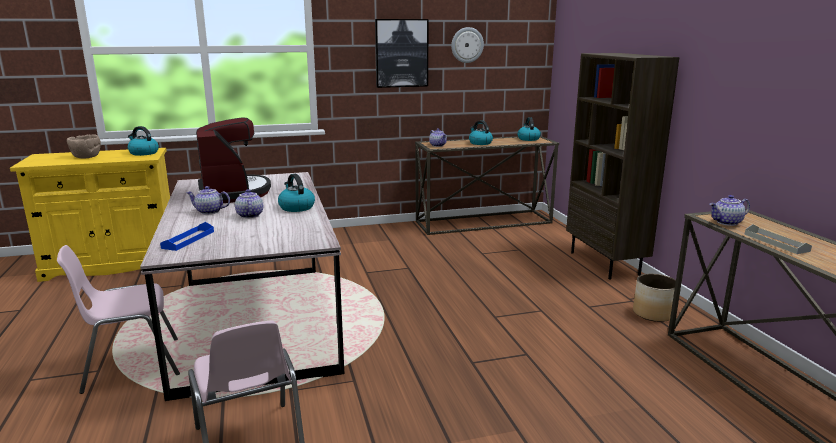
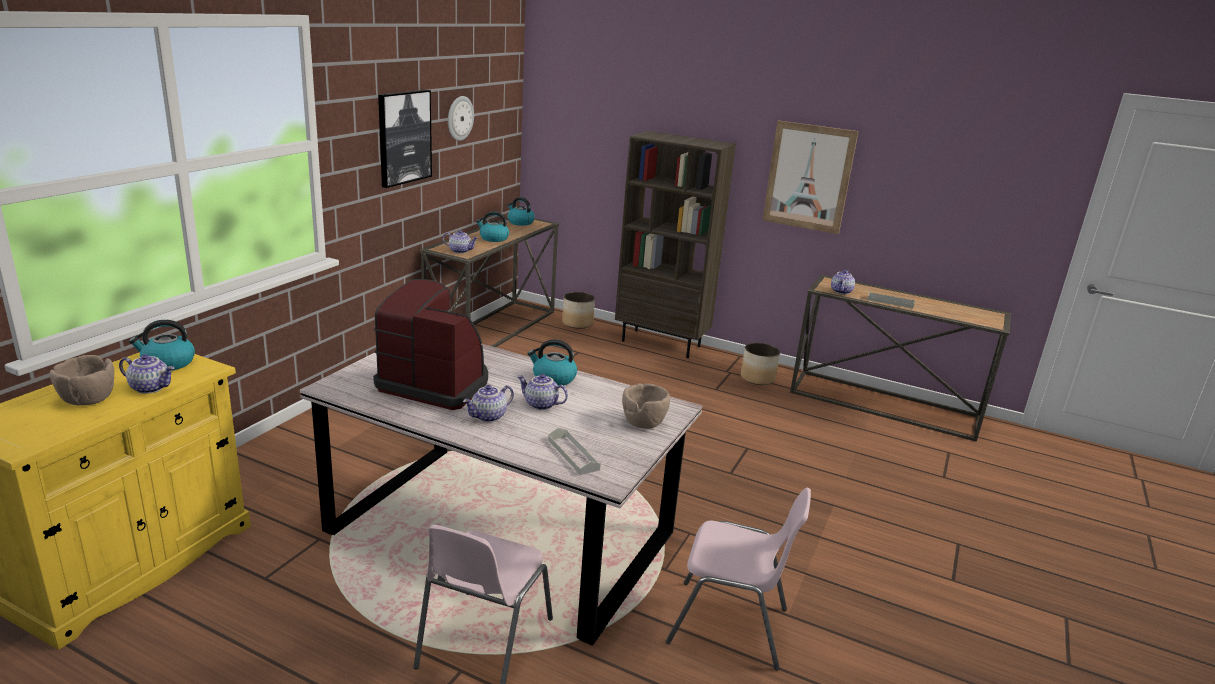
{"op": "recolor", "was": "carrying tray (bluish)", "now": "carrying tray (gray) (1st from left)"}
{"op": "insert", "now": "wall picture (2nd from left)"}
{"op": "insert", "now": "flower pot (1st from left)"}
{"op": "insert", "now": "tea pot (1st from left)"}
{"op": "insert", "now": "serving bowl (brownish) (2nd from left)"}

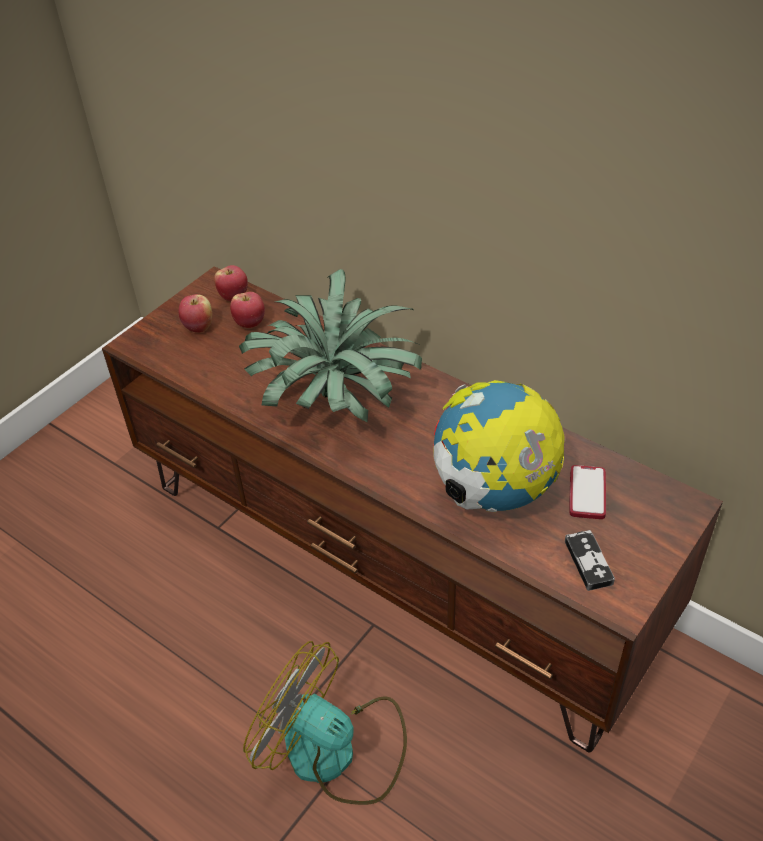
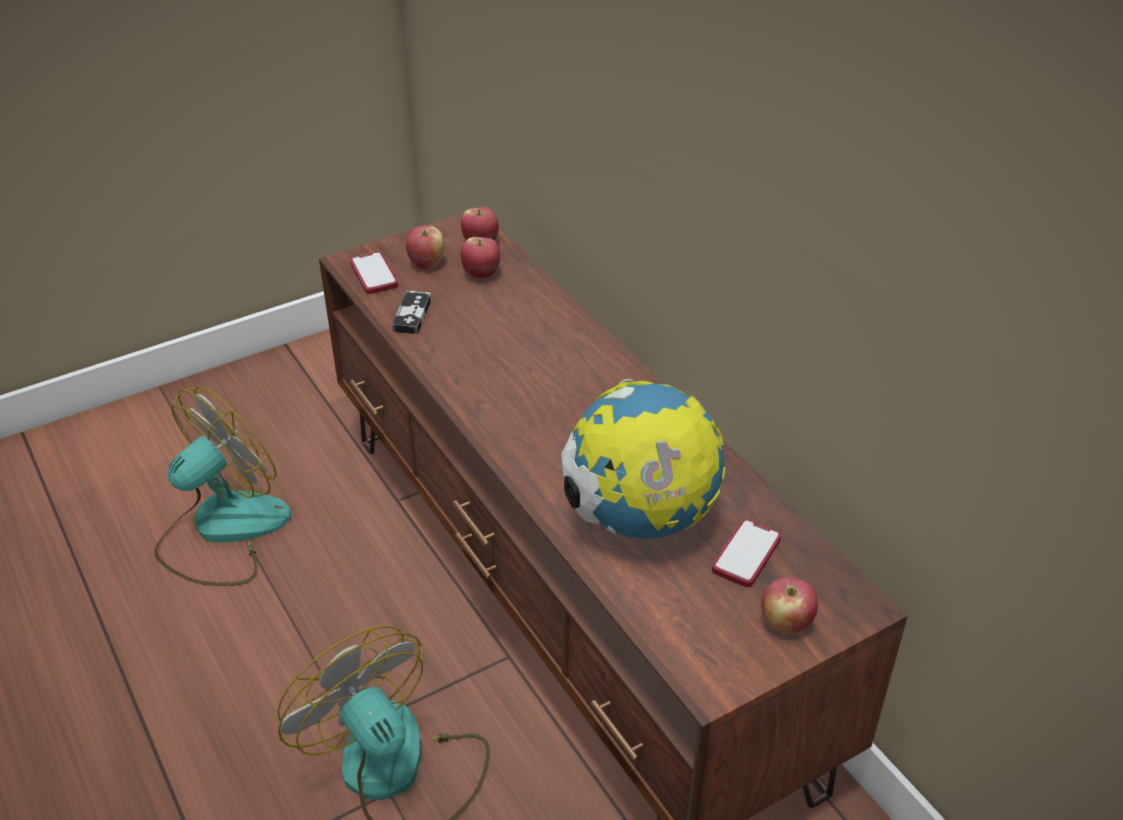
{"op": "delete", "was": "houseplant"}
{"op": "move", "was": "game controller"}
{"op": "insert", "now": "telephone (1st from left)"}
{"op": "insert", "now": "electric fan (1st from left)"}
{"op": "insert", "now": "apple (4th from left)"}

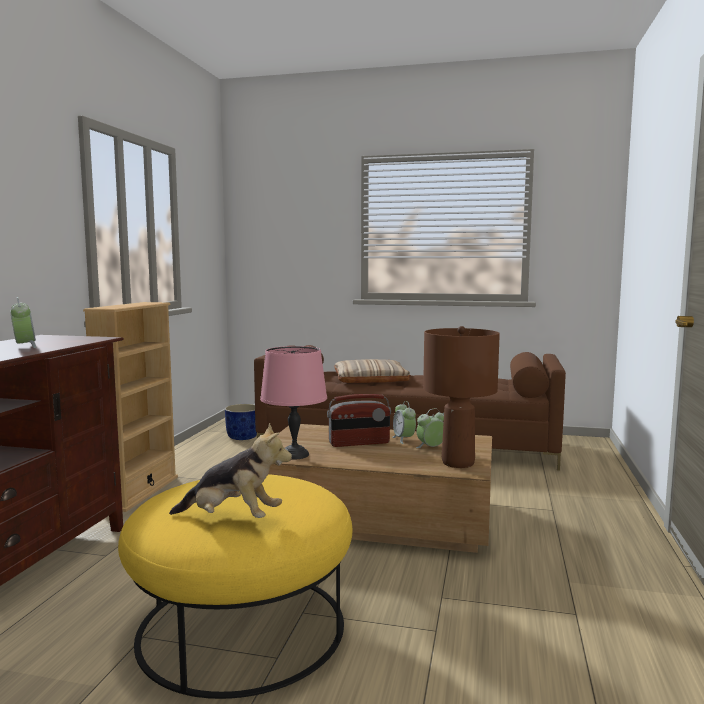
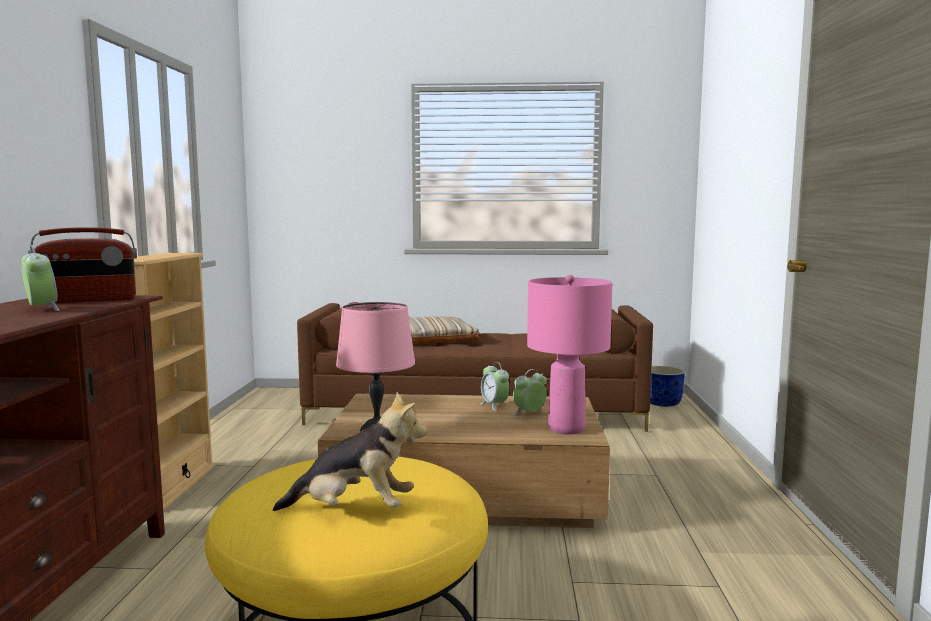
{"op": "recolor", "was": "tabletop lamp (brownish)", "now": "tabletop lamp (pink-coloured) (2nd from left)"}
{"op": "move", "was": "radio receiver"}
{"op": "move", "was": "flower pot (bluish)"}

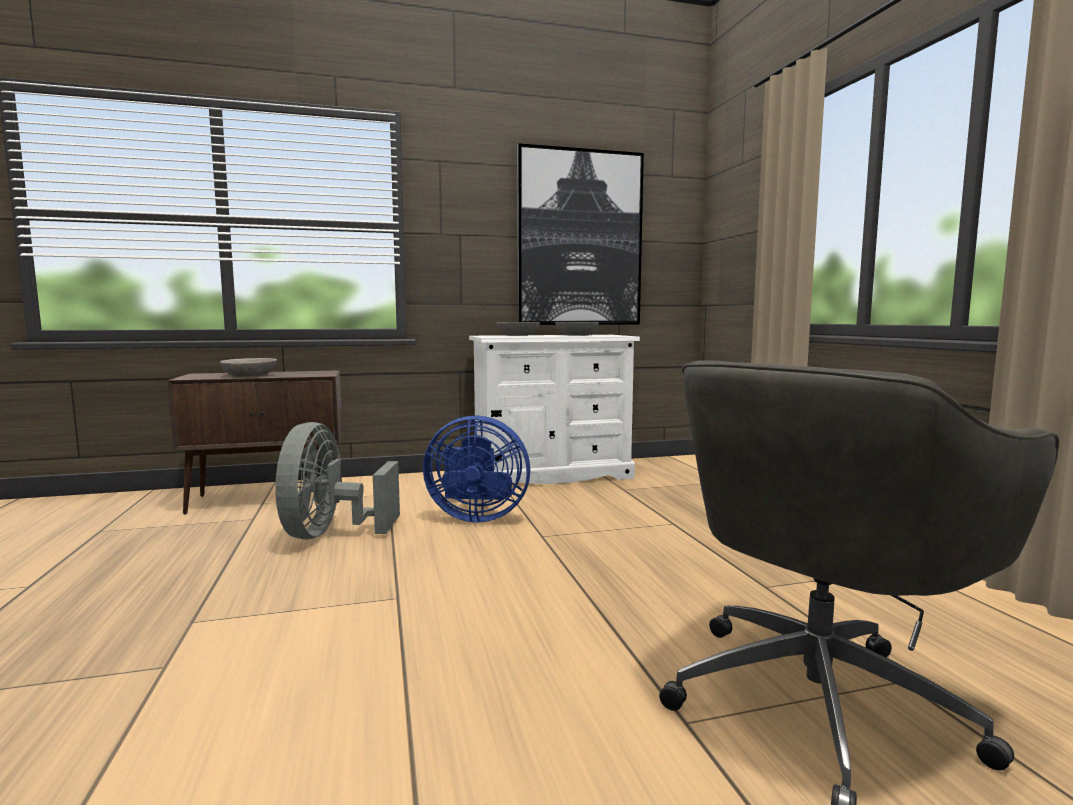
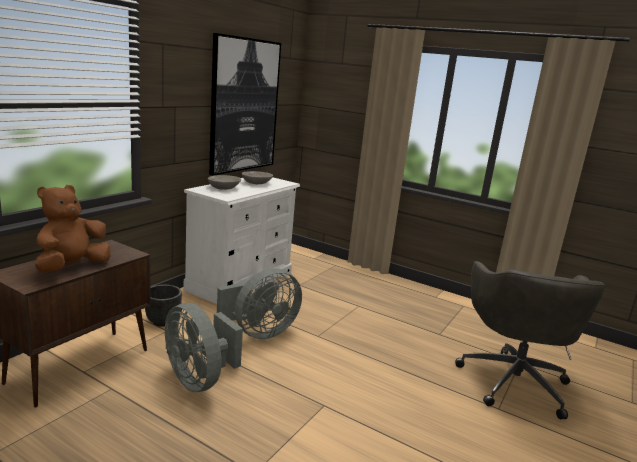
{"op": "replace", "was": "serving bowl (gray) (1st from left)", "now": "cuddly toy (brownish)"}
{"op": "recolor", "was": "electric fan (bluish)", "now": "electric fan (gray) (2nd from left)"}
{"op": "insert", "now": "flower pot (blackish)"}

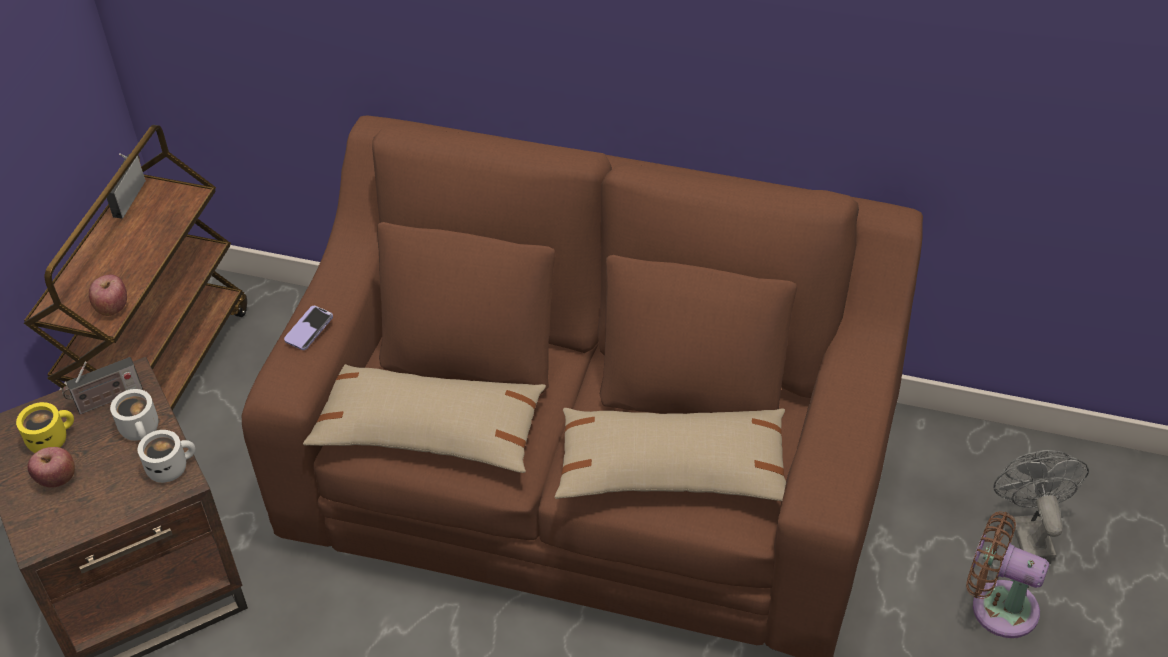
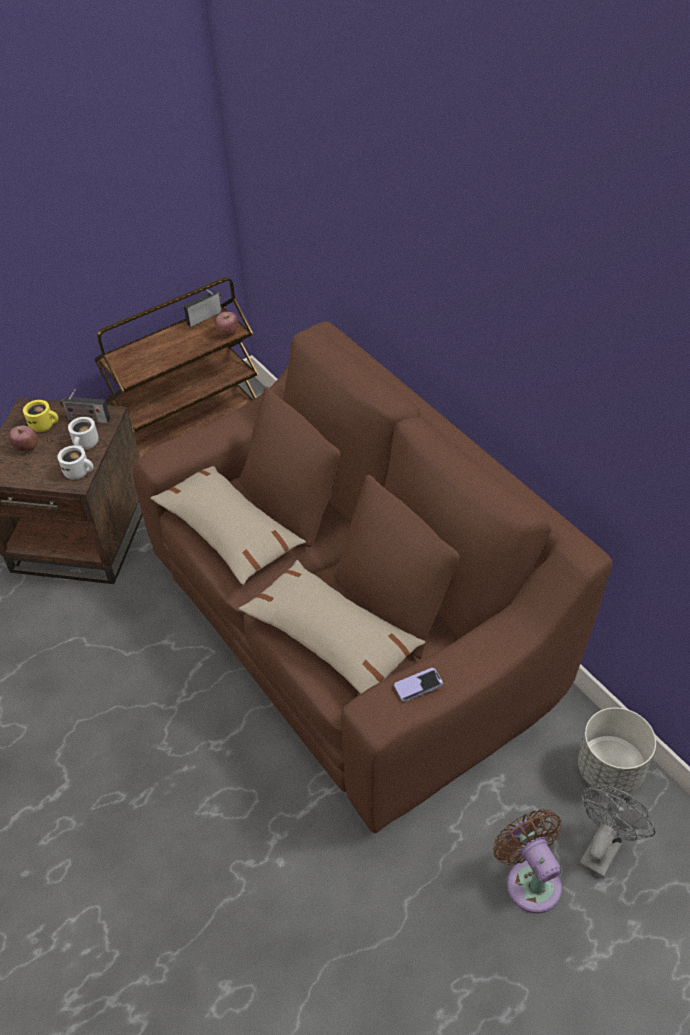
{"op": "move", "was": "apple (2nd from left)"}
{"op": "move", "was": "telephone"}
{"op": "insert", "now": "flower pot (gray)"}

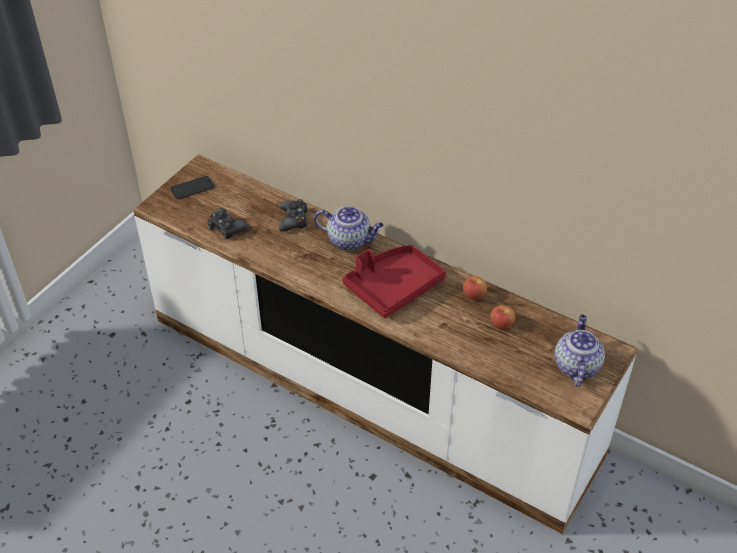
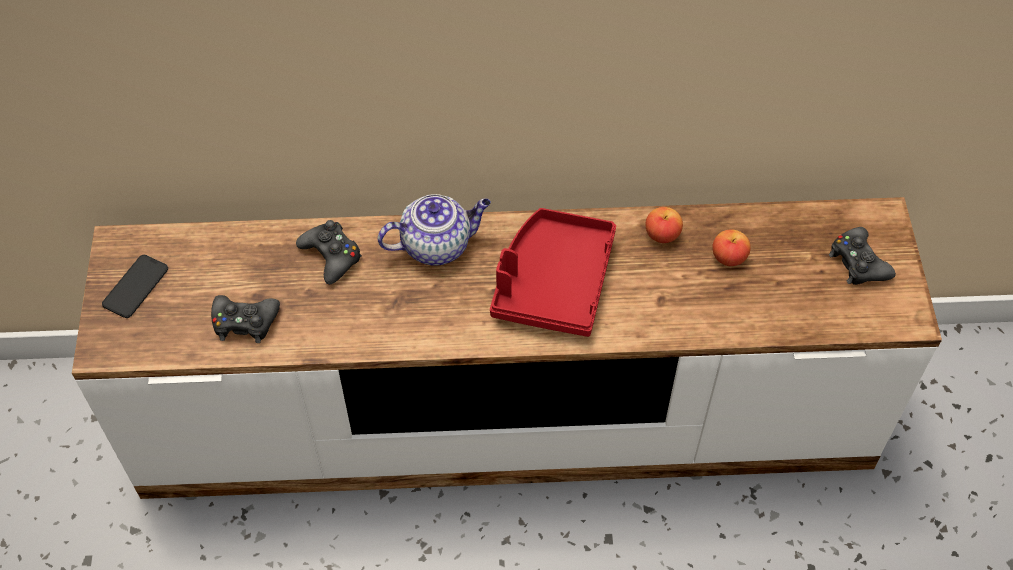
{"op": "replace", "was": "tea pot (2nd from left)", "now": "game controller (blackish) (3rd from left)"}

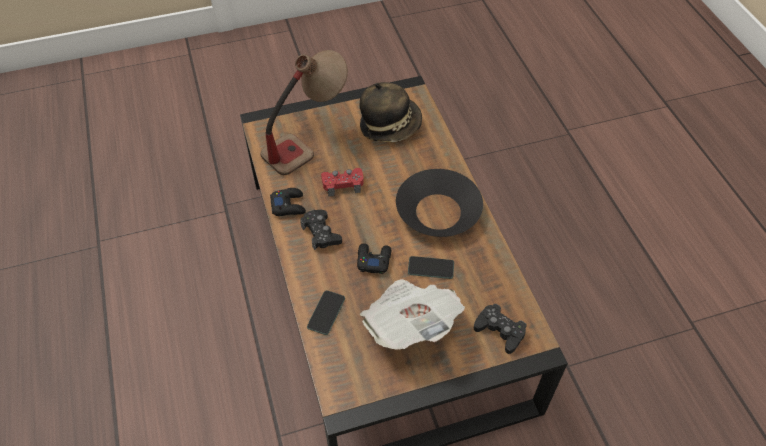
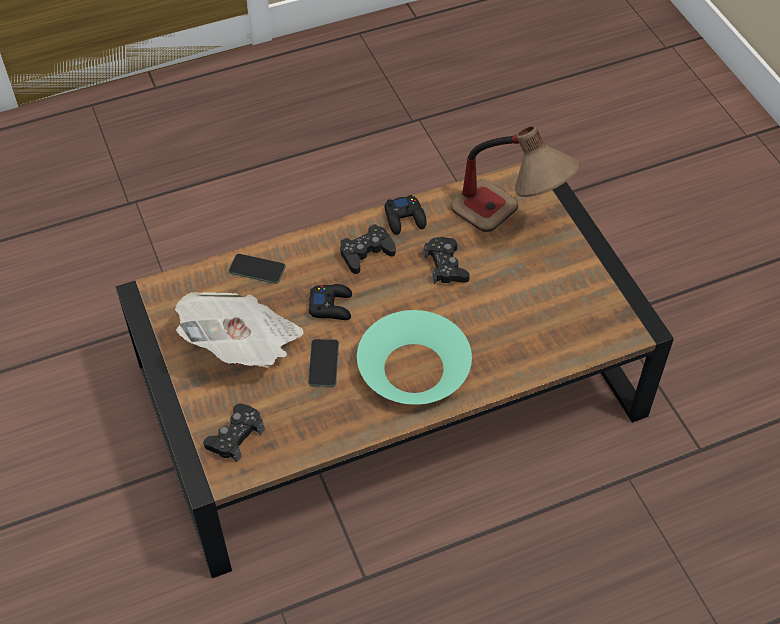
{"op": "delete", "was": "wearable hat"}
{"op": "recolor", "was": "game controller (reddish)", "now": "game controller (blackish) (5th from left)"}
{"op": "recolor", "was": "serving bowl (blackish)", "now": "serving bowl (blue-green)"}

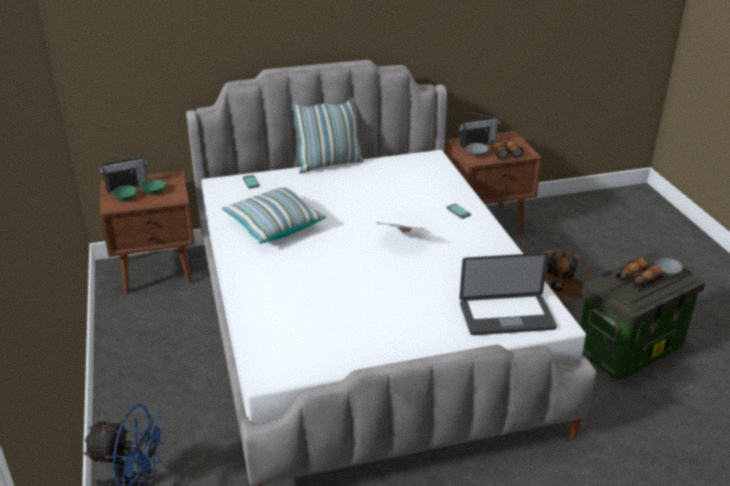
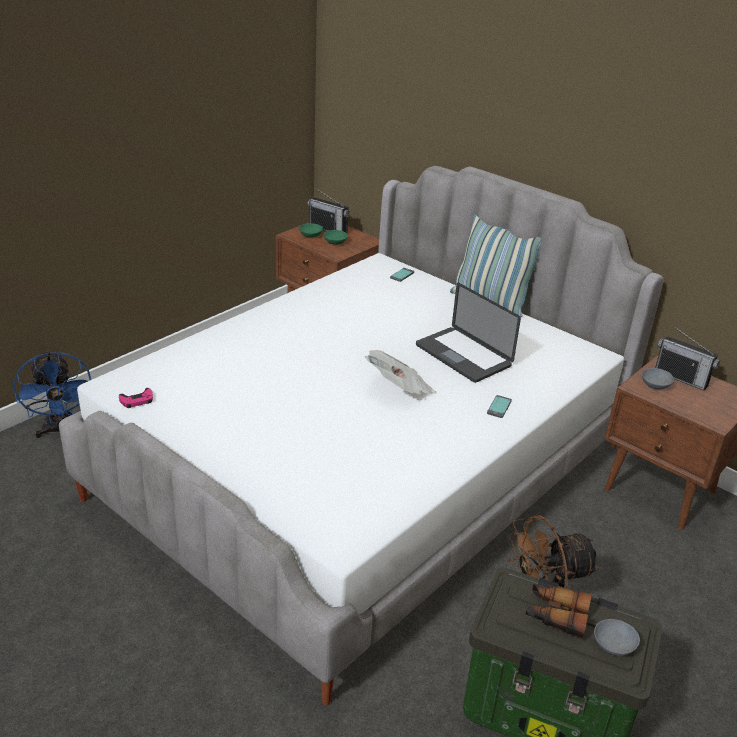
{"op": "delete", "was": "binoculars (1st from left)"}
{"op": "delete", "was": "pillow (1st from left)"}
{"op": "move", "was": "portable computer"}
{"op": "insert", "now": "game controller (pink-coloured)"}

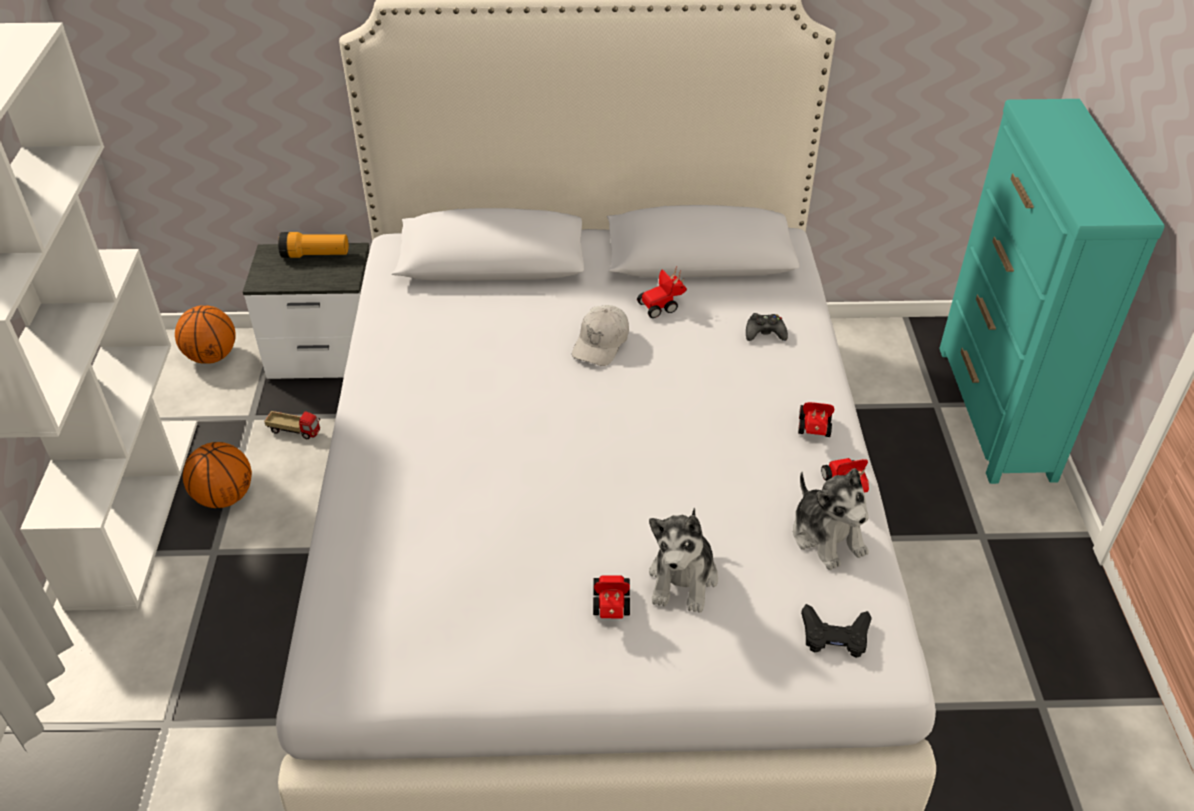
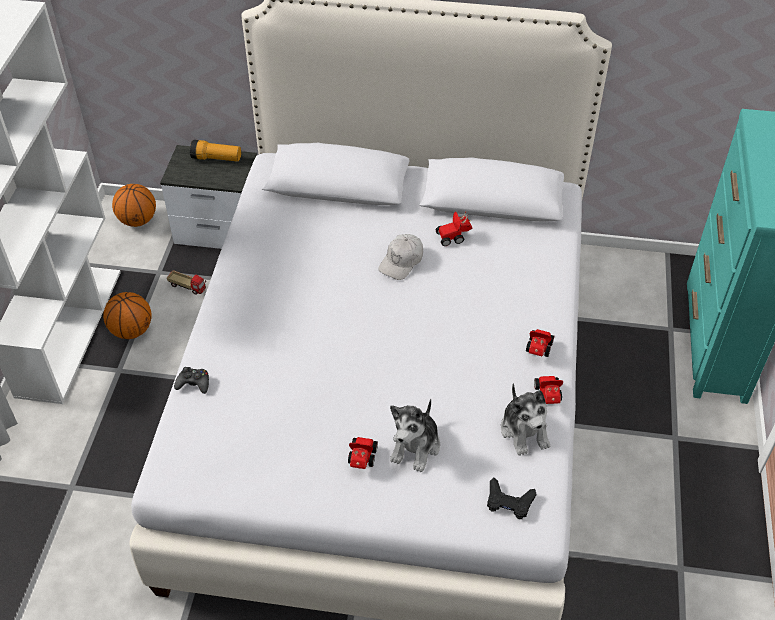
{"op": "move", "was": "game controller (blackish) (1st from left)"}

